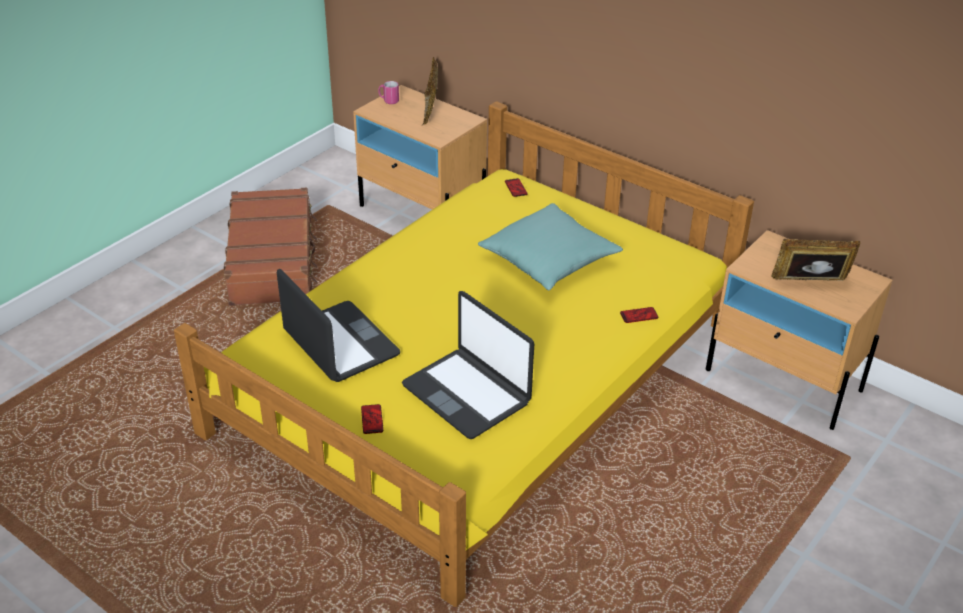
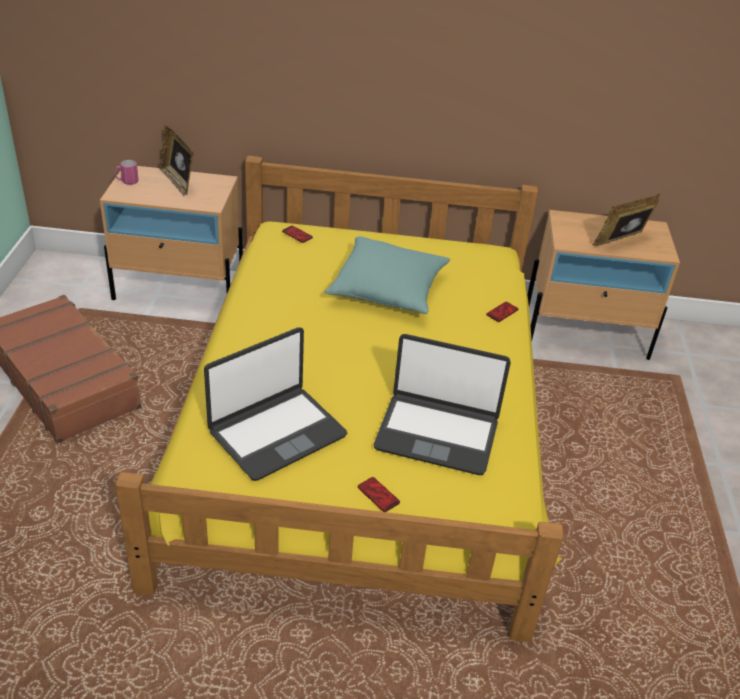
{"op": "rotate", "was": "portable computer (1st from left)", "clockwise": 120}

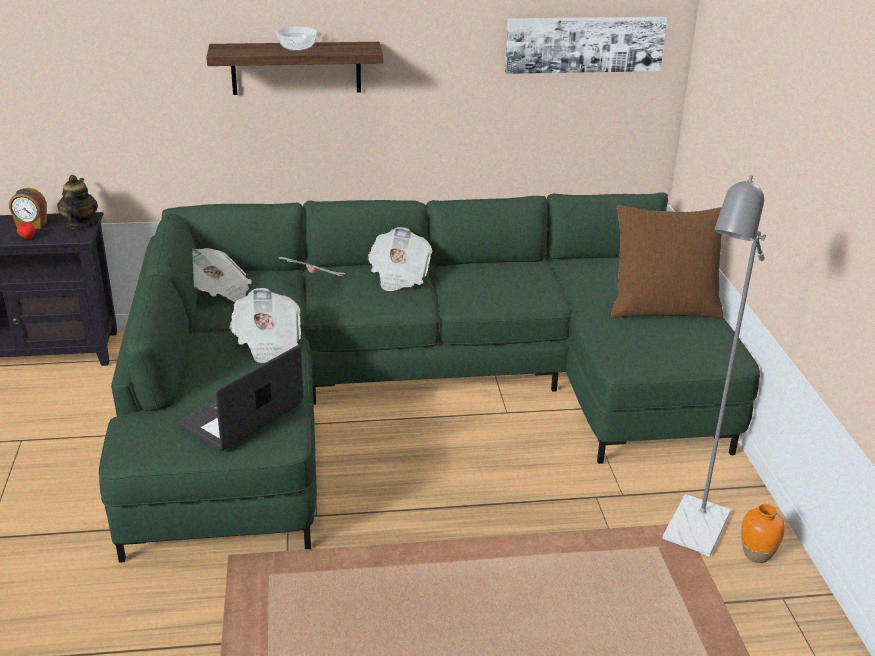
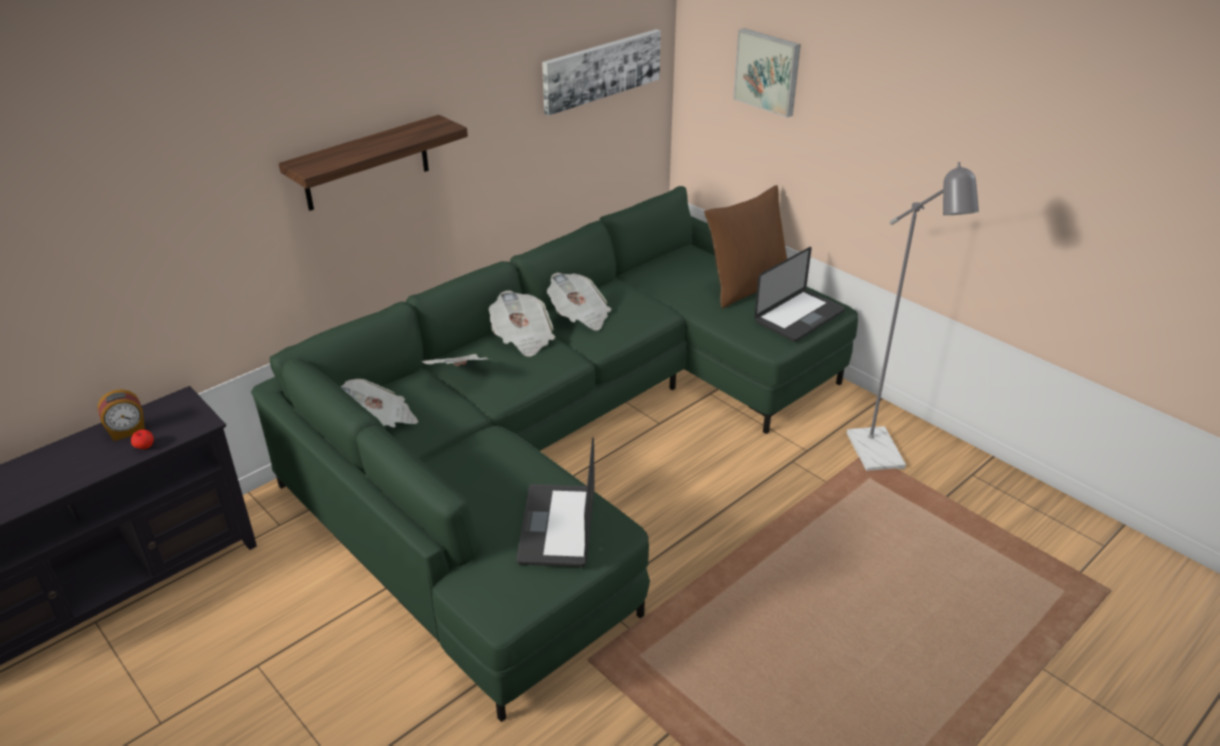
{"op": "delete", "was": "serving bowl"}
{"op": "delete", "was": "tea pot"}
{"op": "move", "was": "newspaper (2nd from left in the first image)", "now": "newspaper (4th from left)"}
{"op": "delete", "was": "vase (orangey)"}
{"op": "insert", "now": "wall picture (2nd from left)"}
{"op": "insert", "now": "portable computer (2nd from left)"}

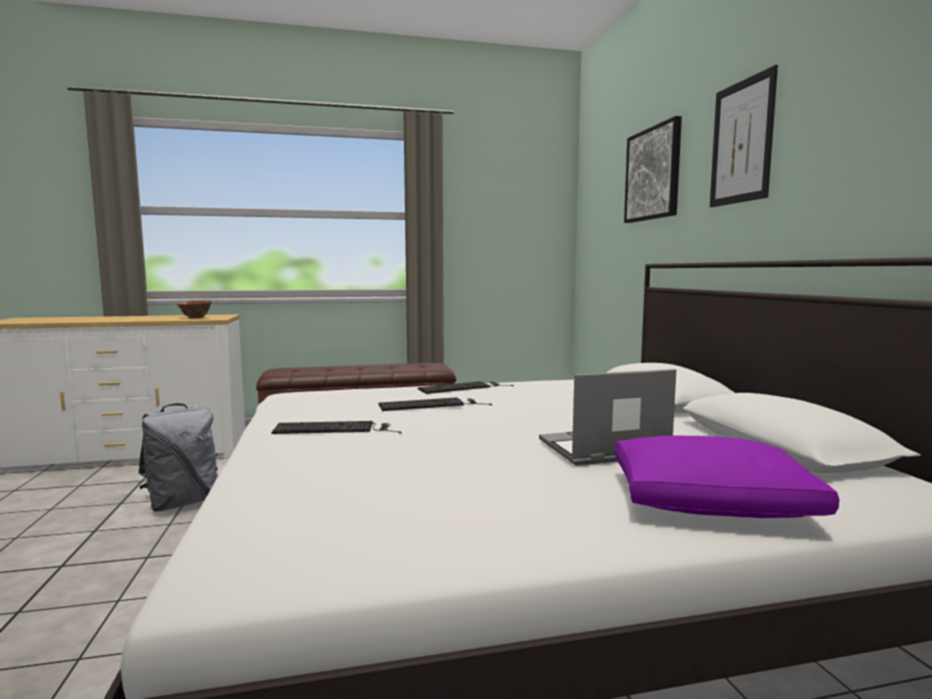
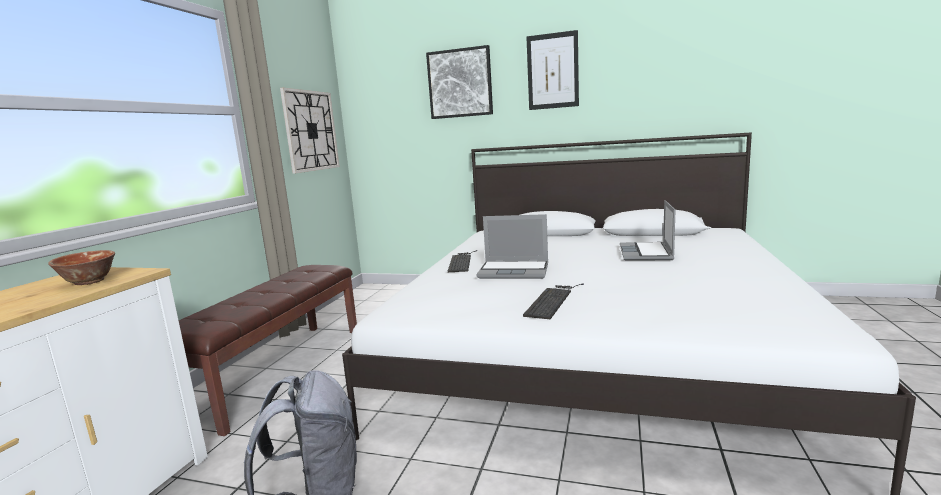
{"op": "replace", "was": "keyboard (2nd from left)", "now": "portable computer (1st from left)"}
{"op": "delete", "was": "pillow (purple)"}
{"op": "insert", "now": "clock on the wall"}

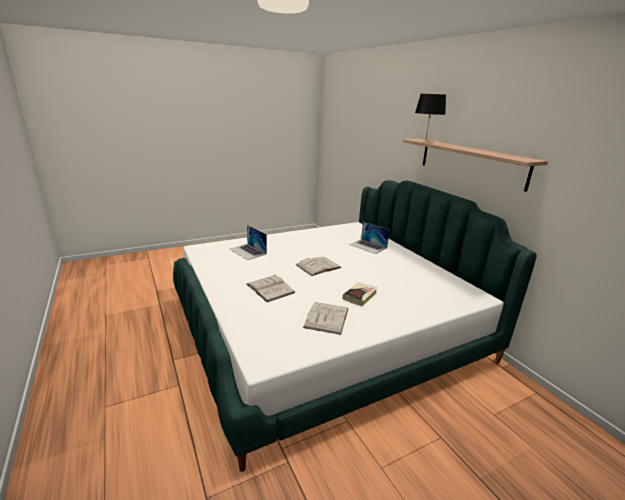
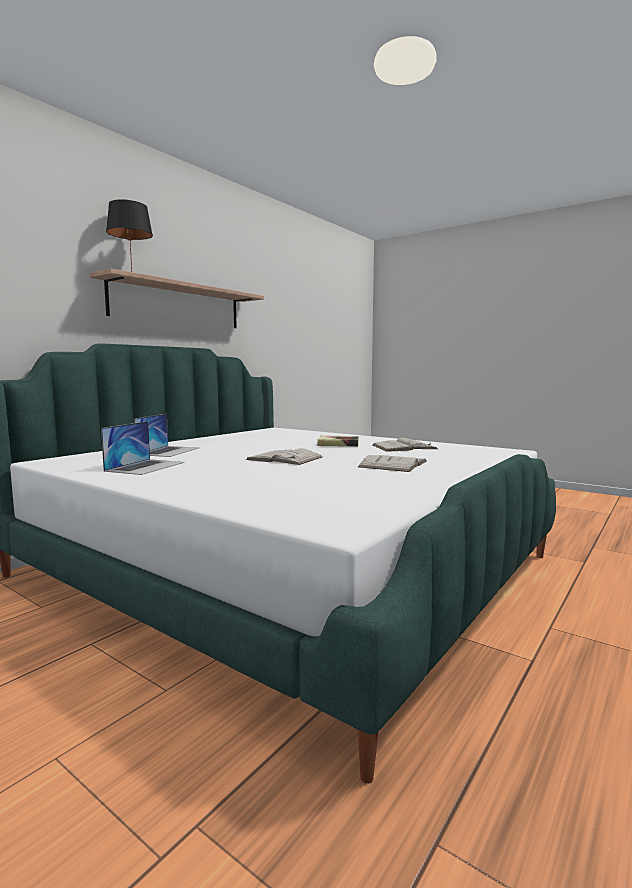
{"op": "move", "was": "portable computer (1st from left)"}

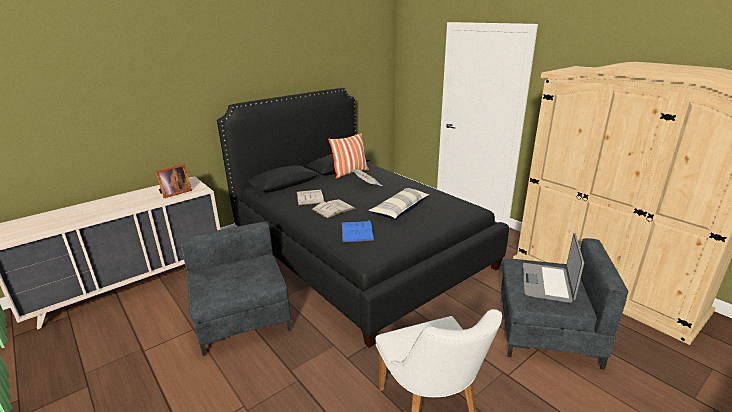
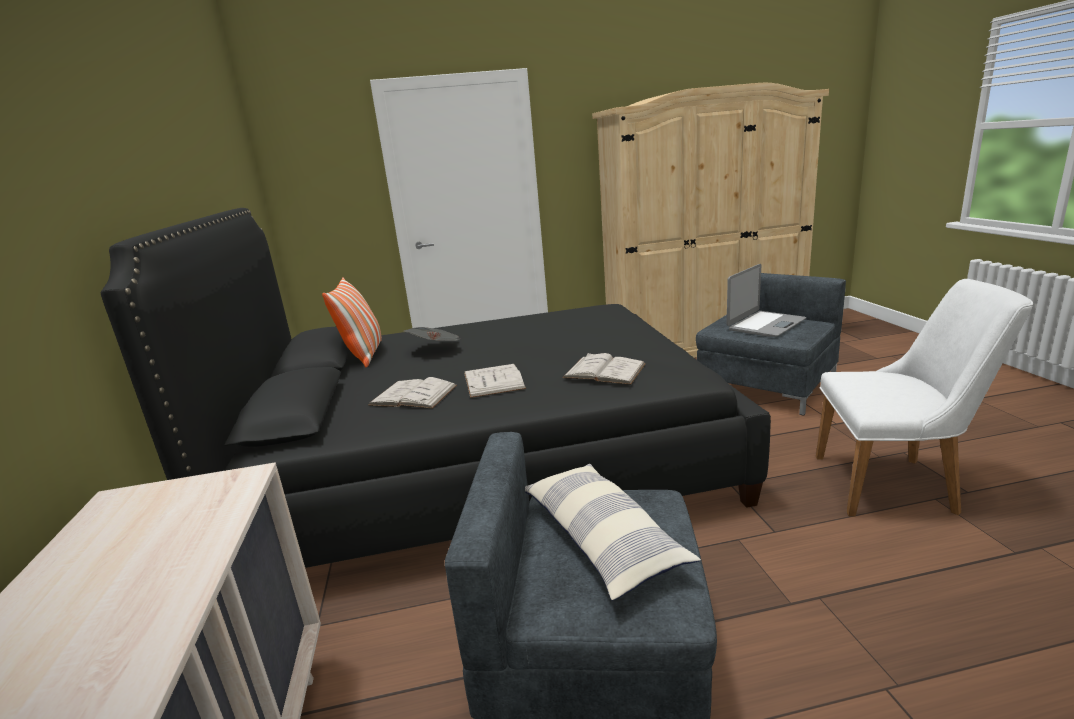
{"op": "delete", "was": "photo frame"}
{"op": "move", "was": "pillow (2nd from left)"}
{"op": "recolor", "was": "bound book (bluish)", "now": "bound book (whitish) (3rd from left)"}
{"op": "rotate", "was": "portable computer", "clockwise": -90}

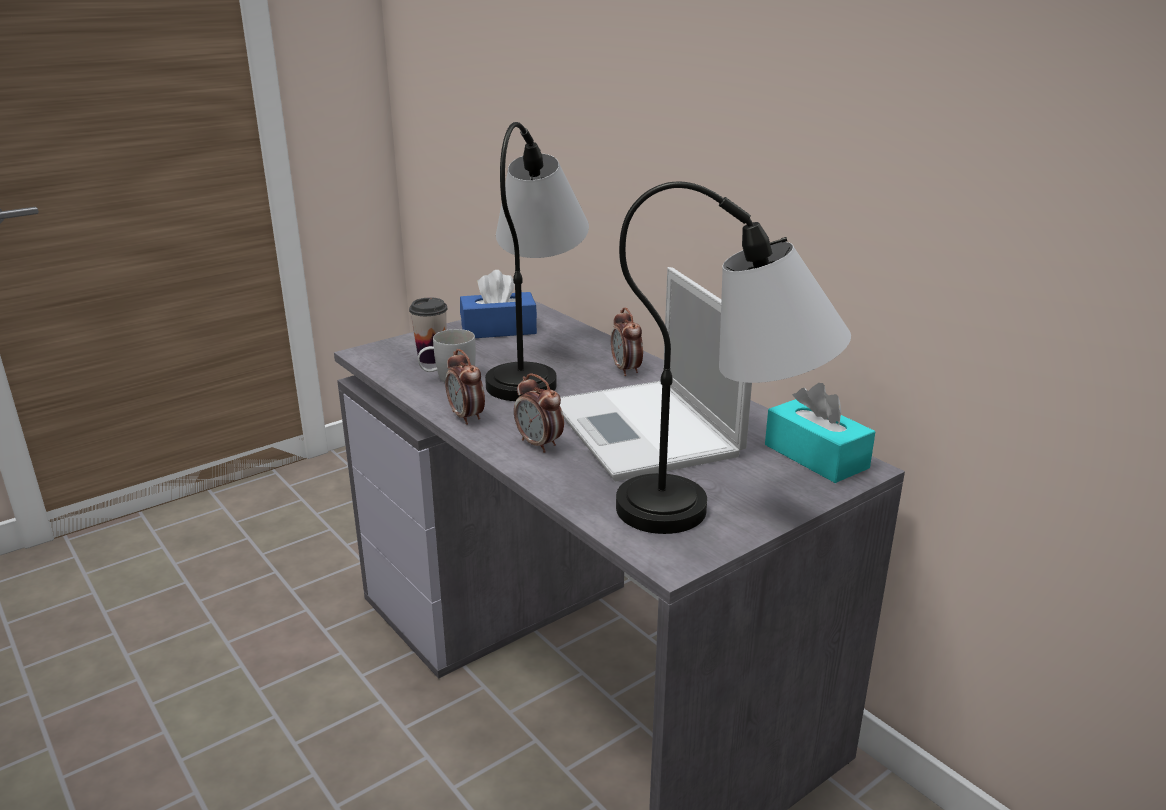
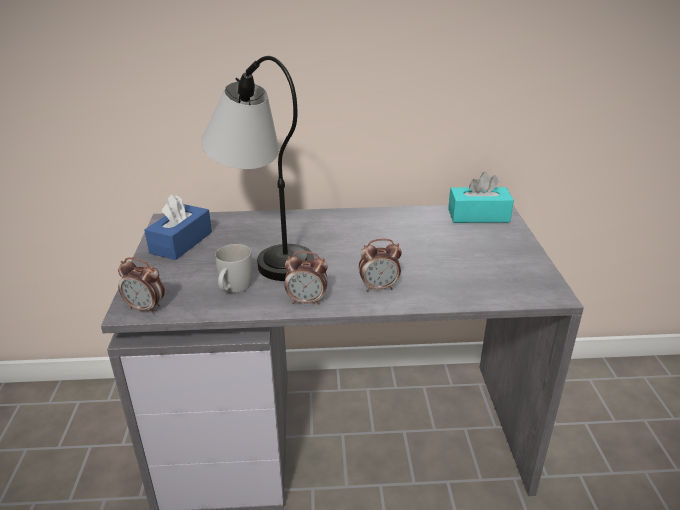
{"op": "delete", "was": "tabletop lamp (2nd from left)"}
{"op": "delete", "was": "portable computer"}
{"op": "delete", "was": "drinking cup"}
{"op": "move", "was": "alarm clock (3rd from left in the first image)", "now": "alarm clock (1st from left)"}

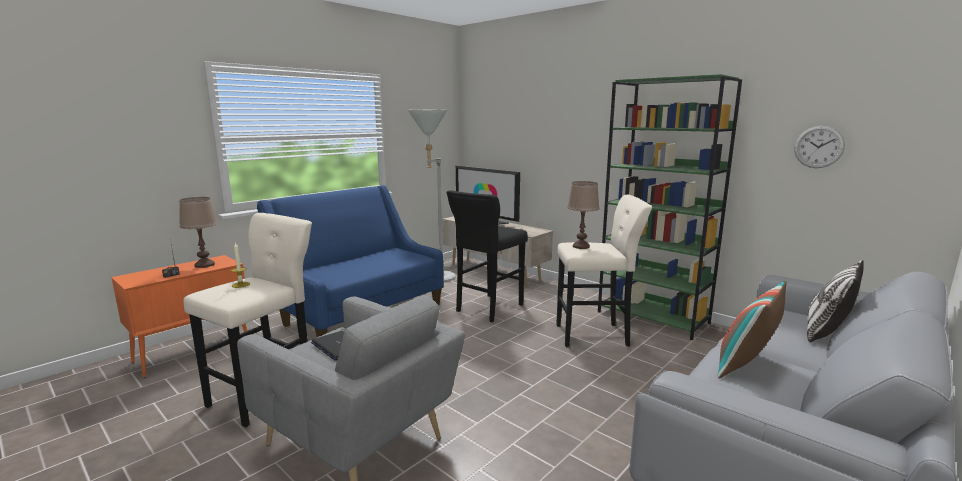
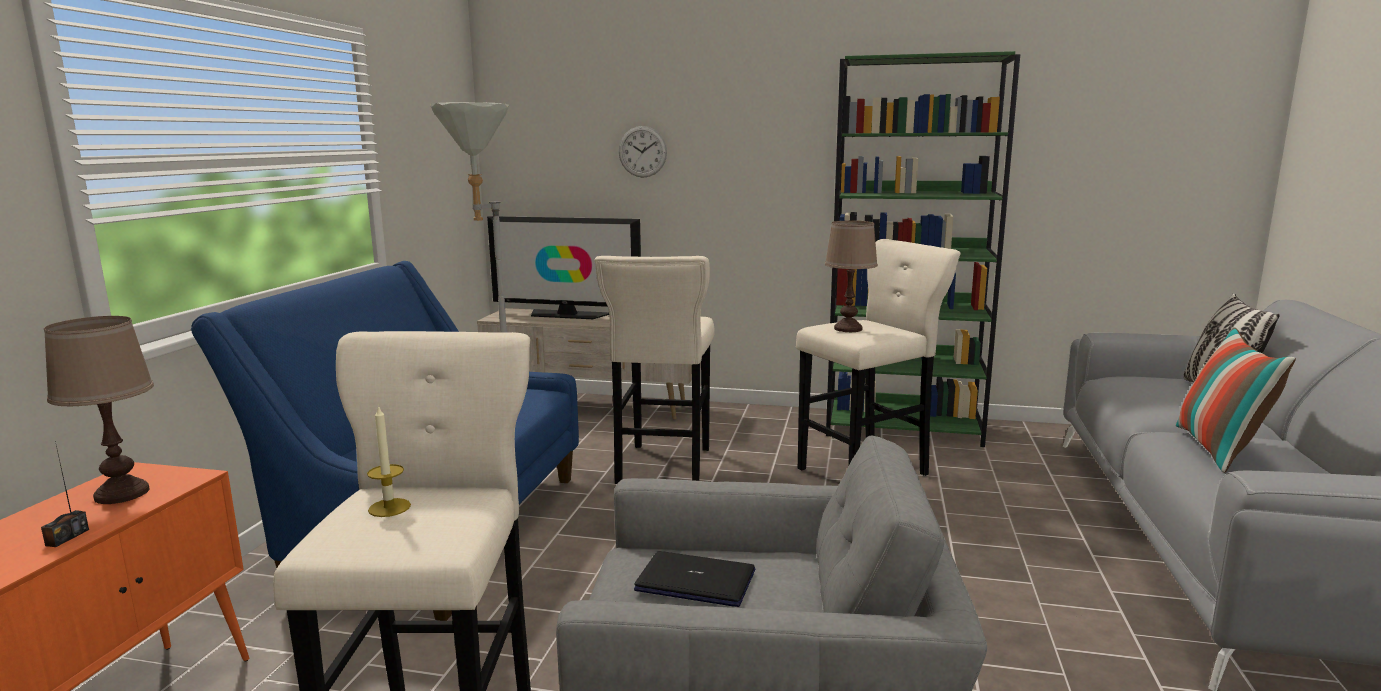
{"op": "move", "was": "clock on the wall"}
{"op": "recolor", "was": "sitting stool (blackish)", "now": "sitting stool (beige) (2nd from left)"}

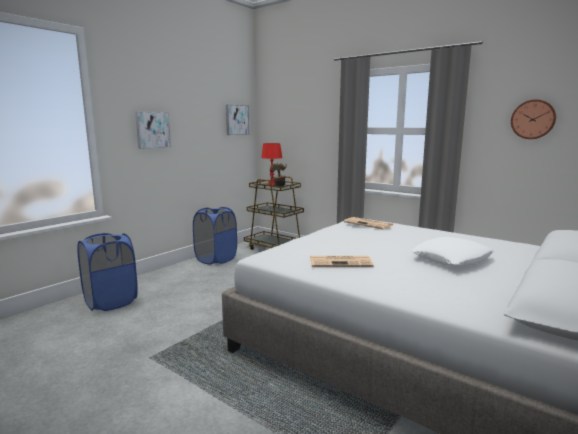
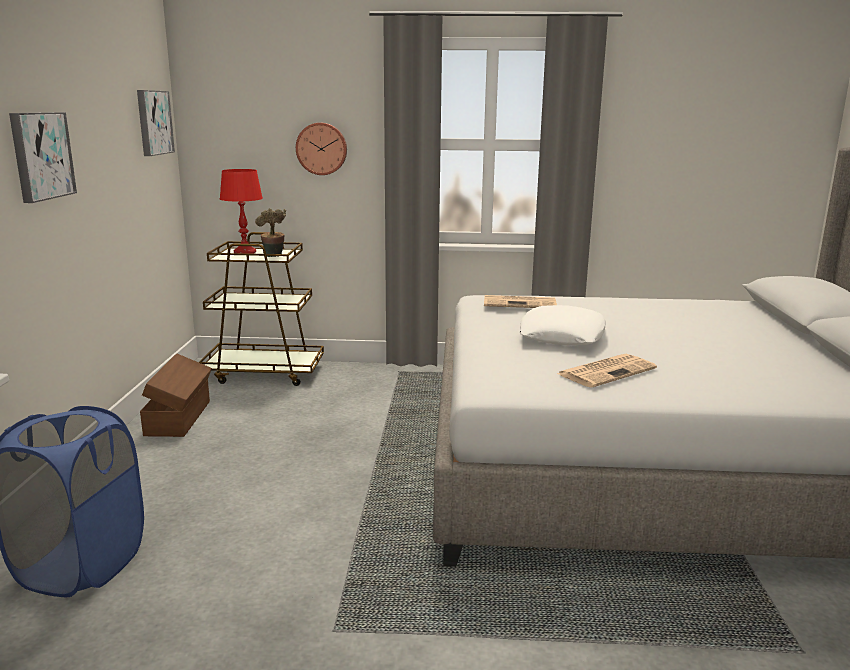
{"op": "move", "was": "clock on the wall"}
{"op": "replace", "was": "hamper (bluish) (2nd from left)", "now": "storage box (brownish)"}
{"op": "move", "was": "pillow (whitish)"}

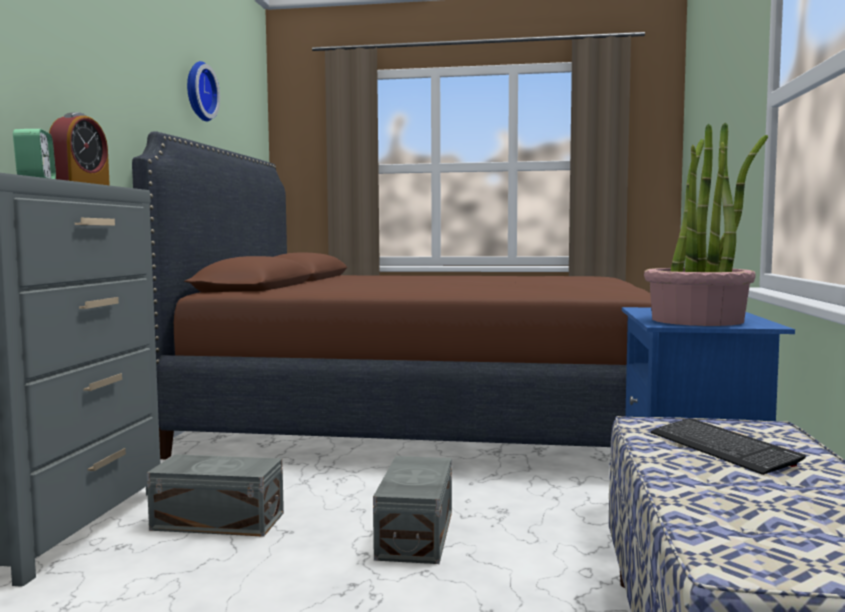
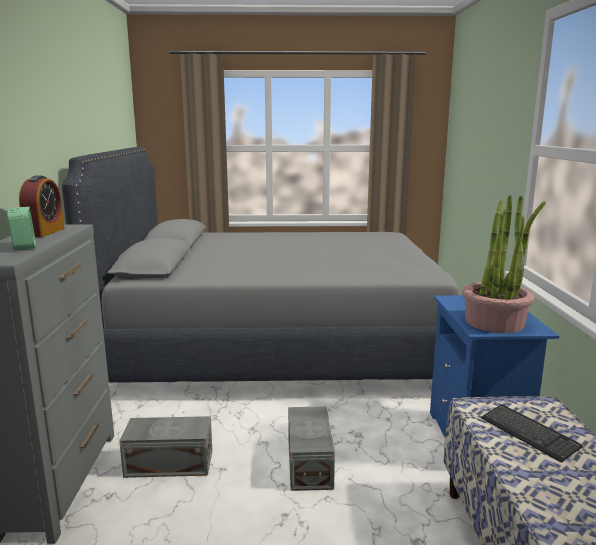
{"op": "delete", "was": "clock on the wall"}
{"op": "recolor", "was": "sleeping bed (brownish)", "now": "sleeping bed (gray)"}

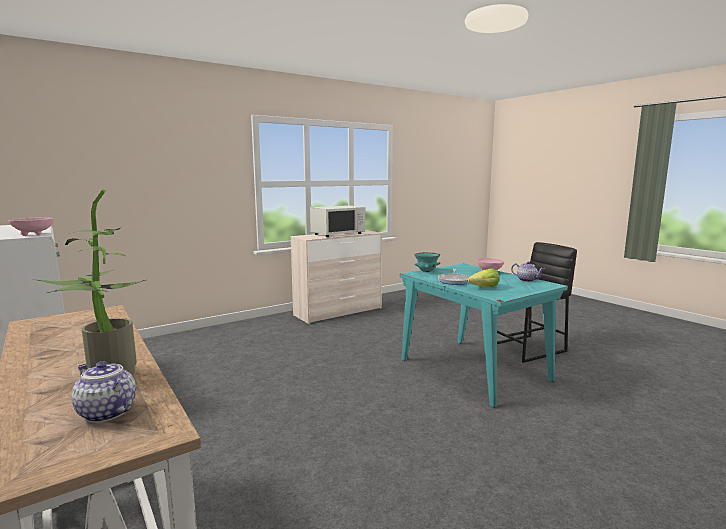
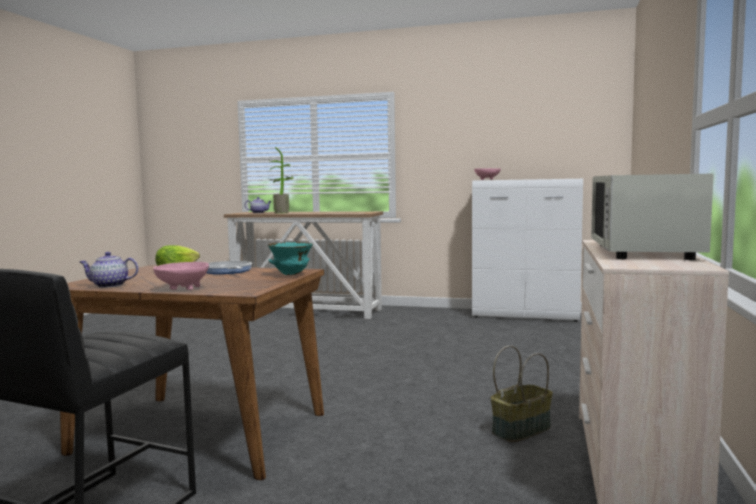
{"op": "recolor", "was": "dinner table (blue-green)", "now": "dinner table (brownish)"}
{"op": "insert", "now": "household basket"}

